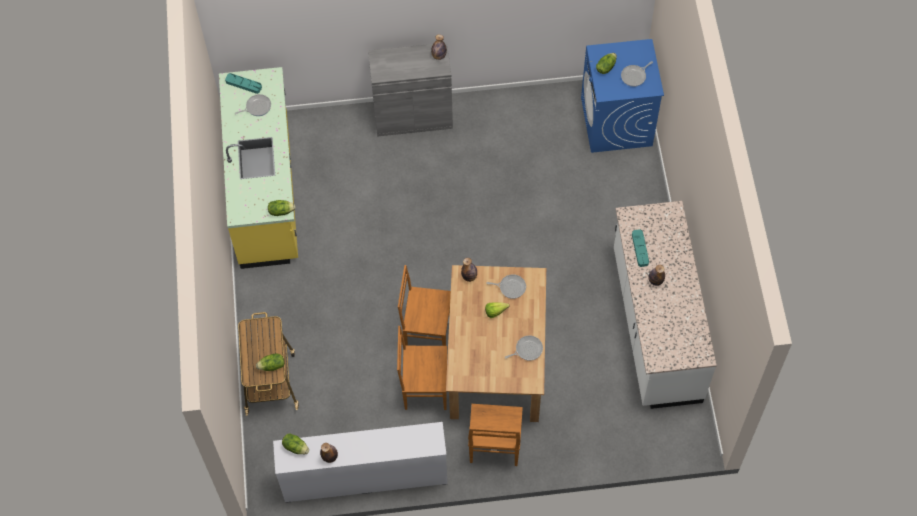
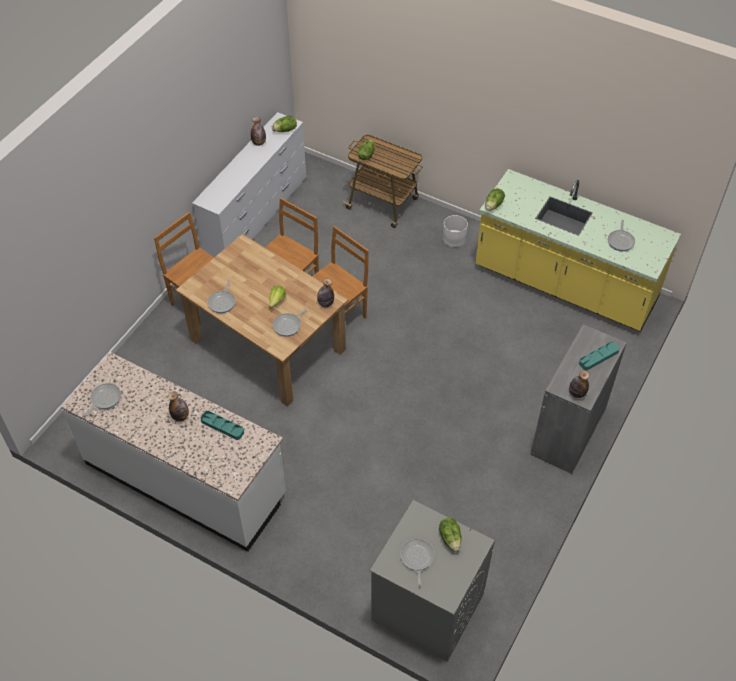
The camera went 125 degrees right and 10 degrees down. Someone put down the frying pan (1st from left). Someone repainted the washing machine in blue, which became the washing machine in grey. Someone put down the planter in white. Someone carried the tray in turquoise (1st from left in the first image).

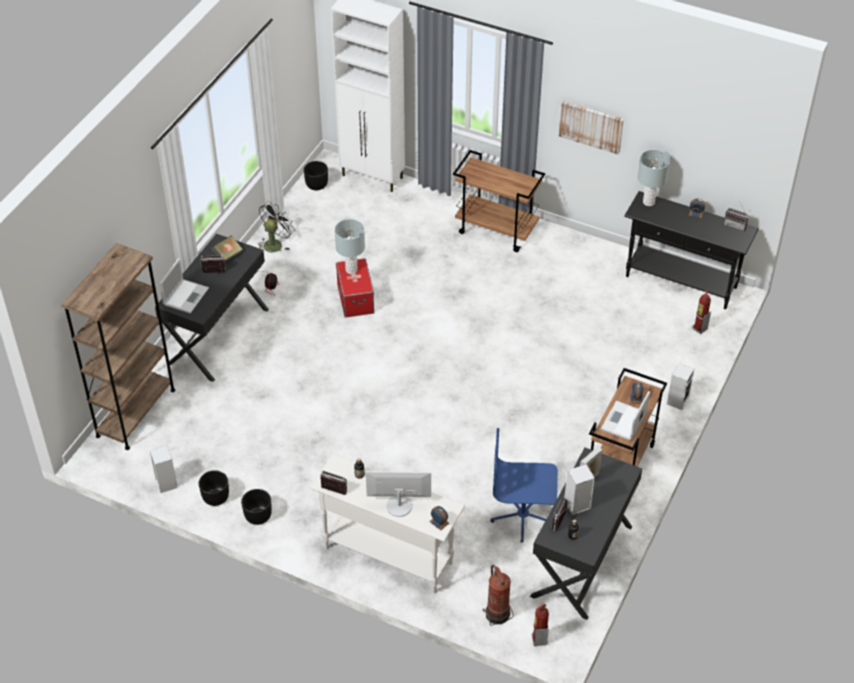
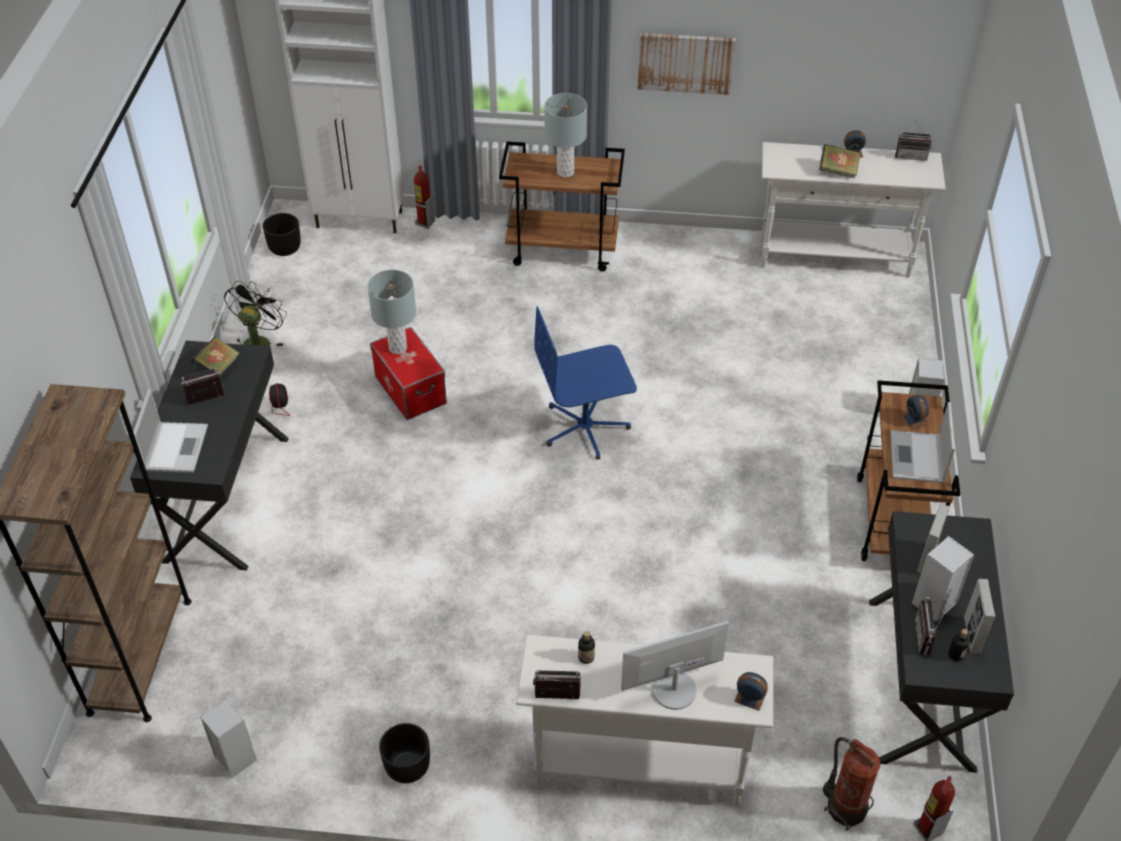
The camera went 20 degrees left and 0 degrees up. Someone carried the fire extinguisher (3rd from left in the first image). Someone carried the office chair in blue. Someone carried the table lamp in grey (2nd from left). Someone repainted the console table in black, which became the console table in white (2nd from left). Someone put down the book (2nd from left). Someone put down the picture frame (2nd from left). Someone took away the planter in black (1st from left).

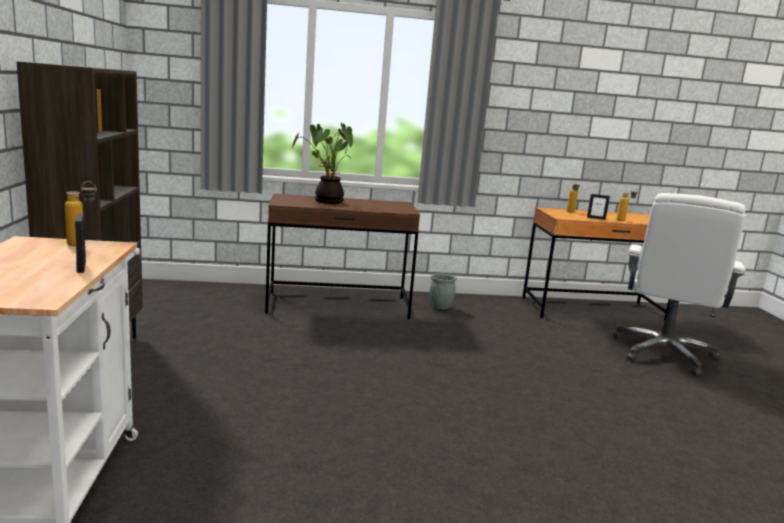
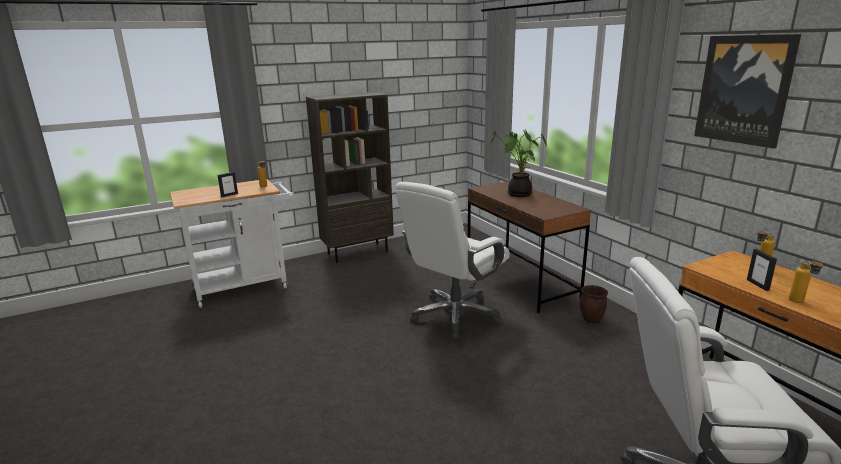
The camera went 70 degrees right and 5 degrees up. Someone put down the office chair in white (1st from left). Someone repainted the planter in grey, which became the planter in brown. Someone put up the picture.

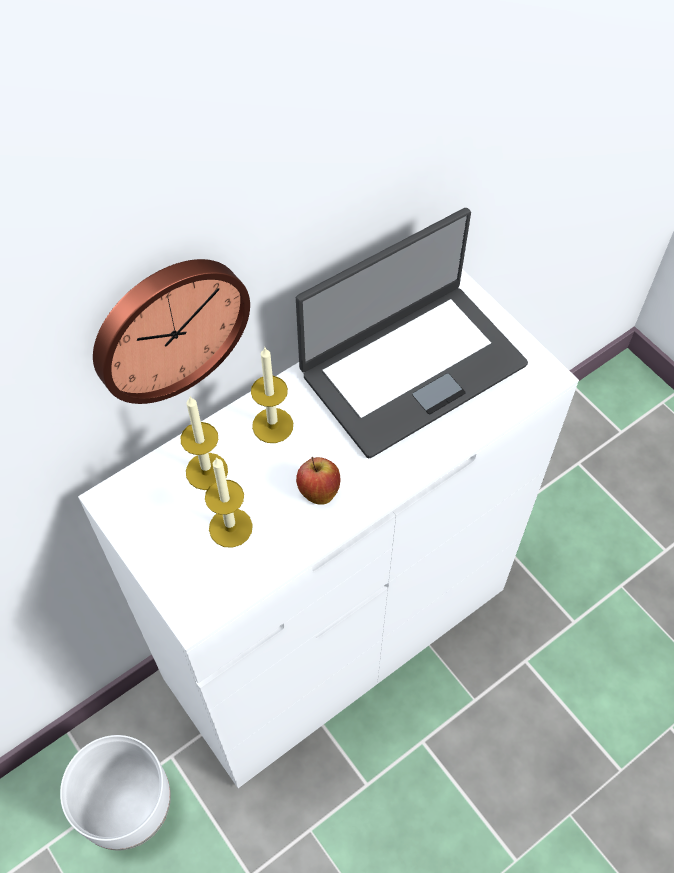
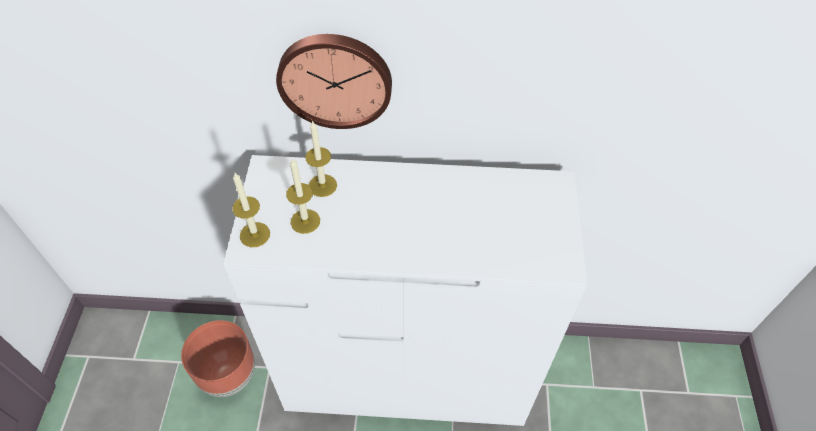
The camera went 40 degrees right and 5 degrees down. Someone repainted the planter in white, which became the planter in brown. Someone carried the candle (3rd from left in the first image). Someone took away the laptop. Someone took away the apple.

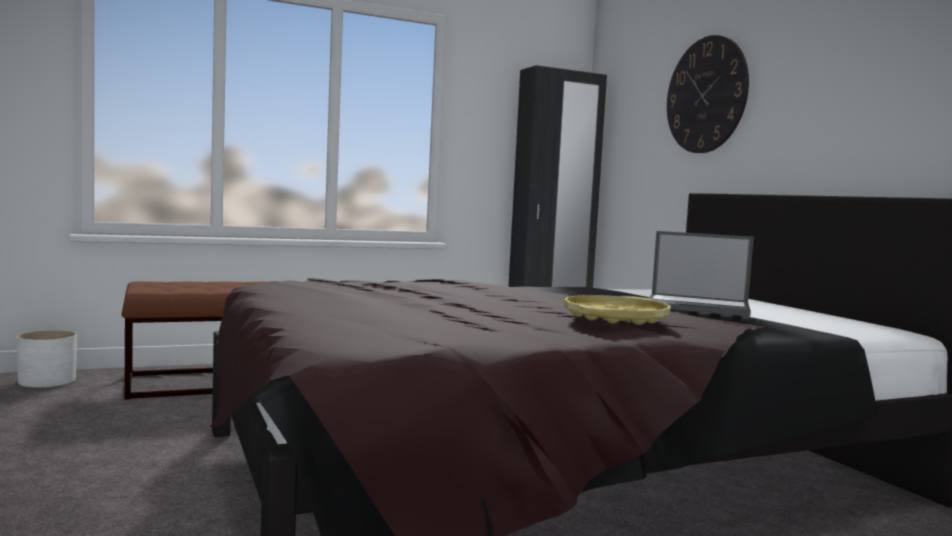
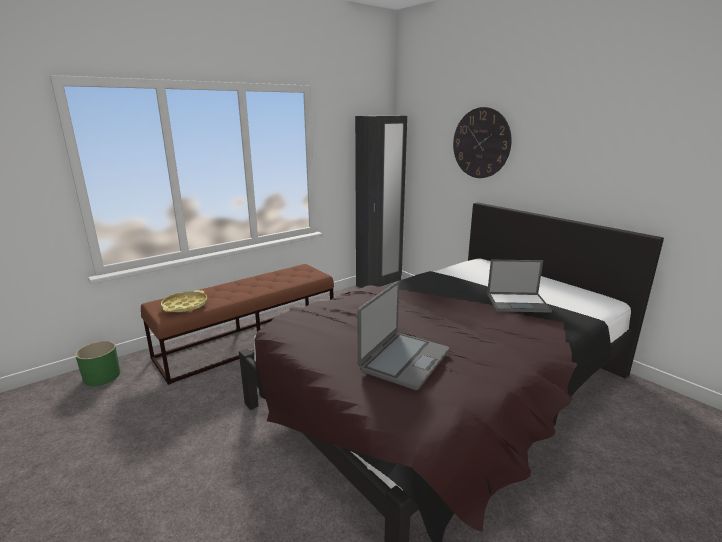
The camera went 15 degrees left and 15 degrees up. Someone repainted the planter in white, which became the planter in green. Someone carried the tray in yellow. Someone put down the laptop (1st from left).

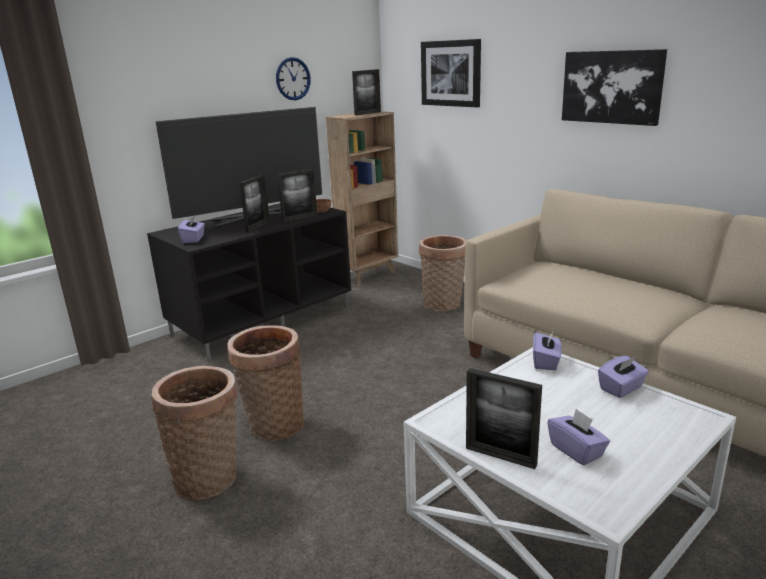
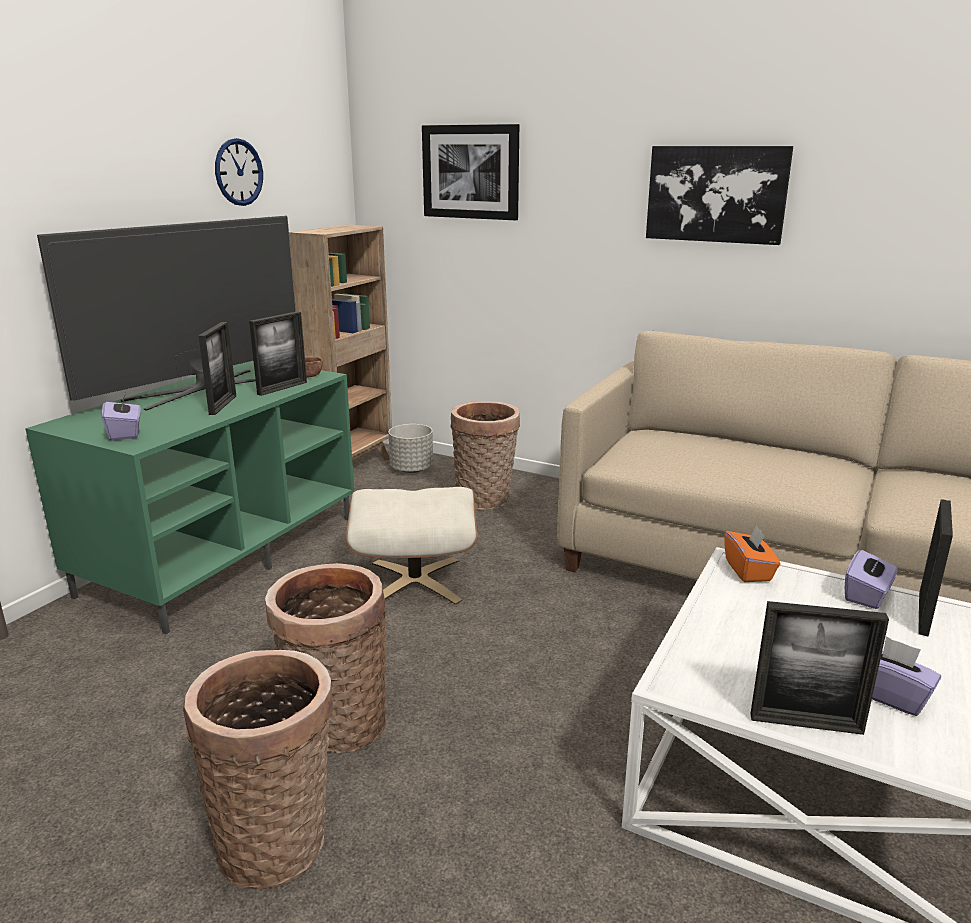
The camera went 20 degrees left and 0 degrees up. Someone repainted the tv stand in black, which became the tv stand in green. Someone put down the ottoman in beige. Someone put down the planter in grey. Someone repainted the tissue box in purple (2nd from left), which became the tissue box in orange. Someone carried the picture frame (3rd from left in the first image).

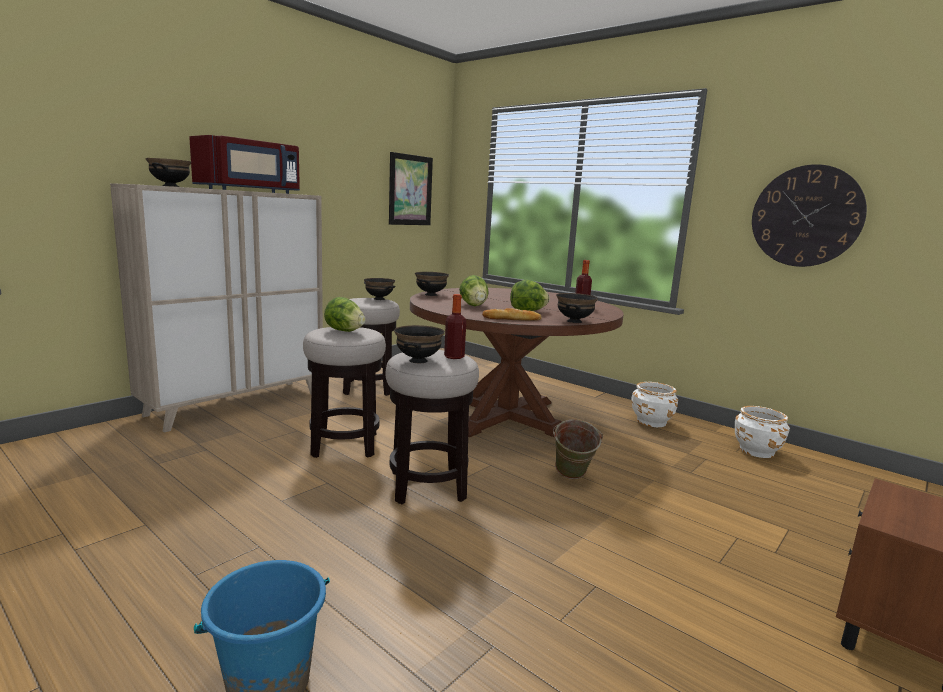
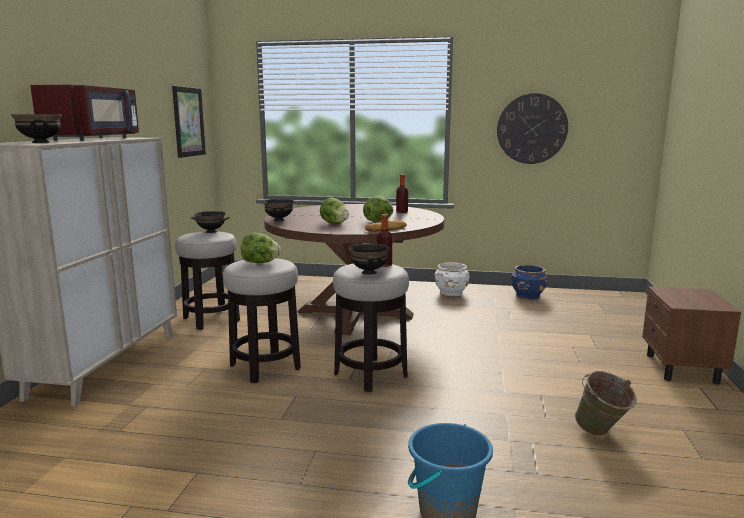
The camera went 30 degrees left and 0 degrees up. Someone repainted the planter in white (2nd from left), which became the planter in blue. Someone carried the bucket in green. Someone took away the bowl in black (5th from left).

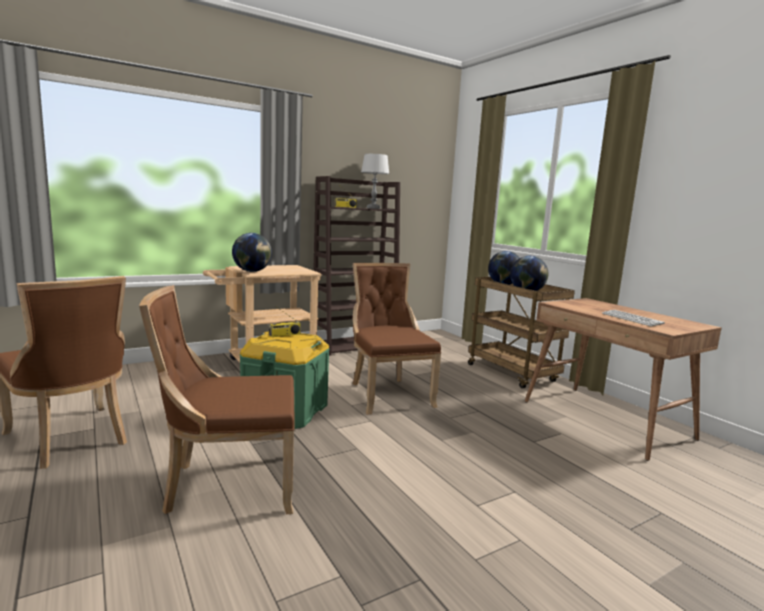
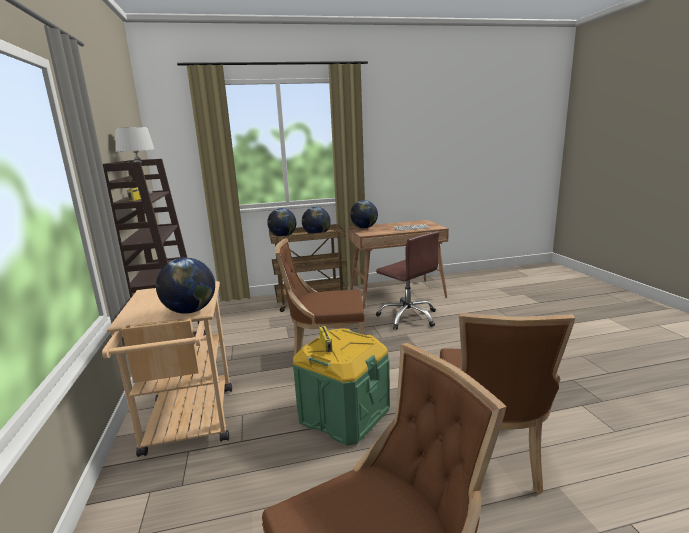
The camera went 70 degrees left and 5 degrees up. Someone put down the globe (4th from left). Someone put down the office chair in brown.

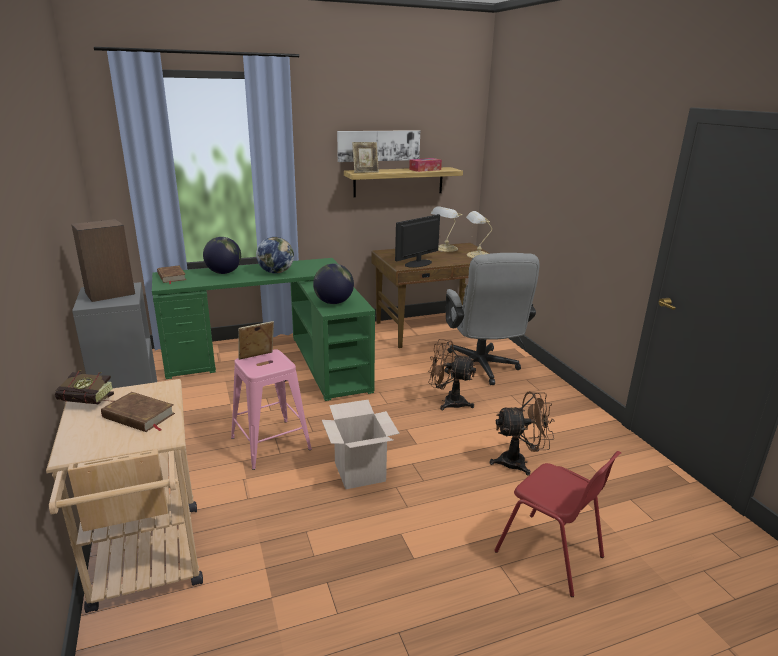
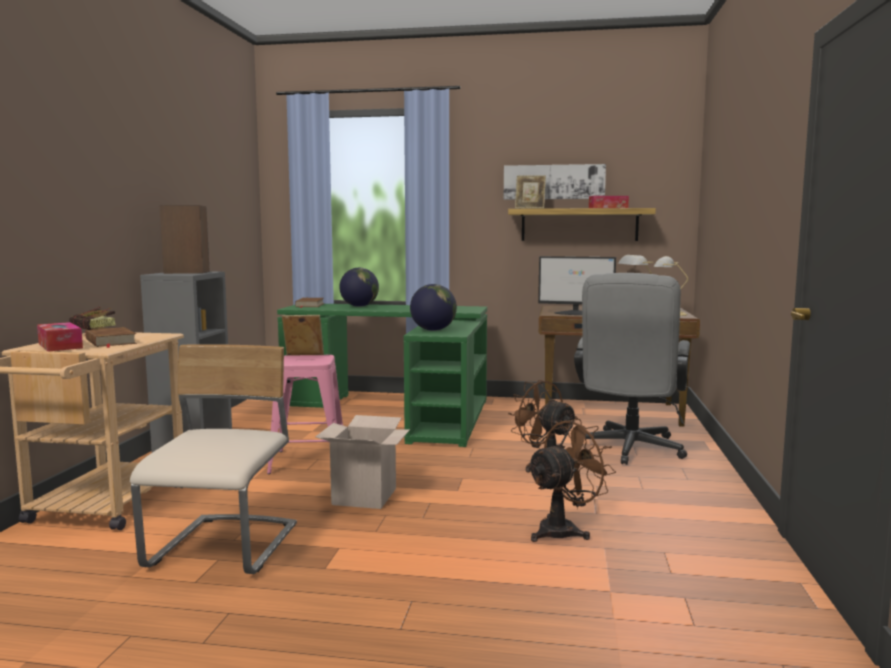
The camera went 30 degrees right and 15 degrees down. Someone put down the tissue box (1st from left). Someone put down the chair in beige. Someone rotated the fan in brown (2nd from left) by 60 degrees counterclockwise. Someone rotated the monitor by 150 degrees counterclockwise. Someone took away the globe (2nd from left). Someone took away the chair in red.

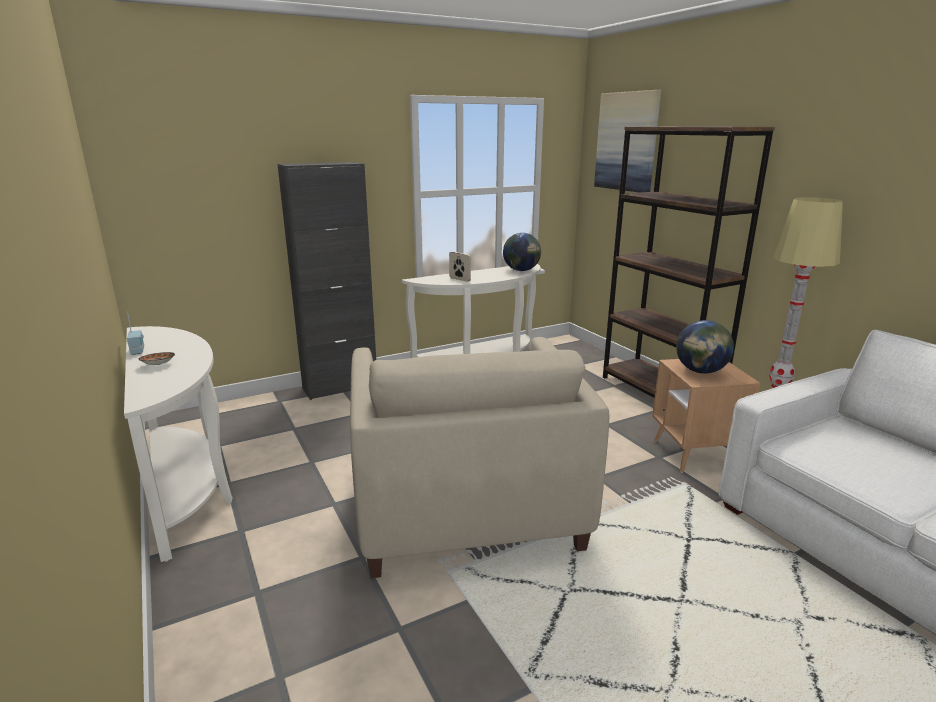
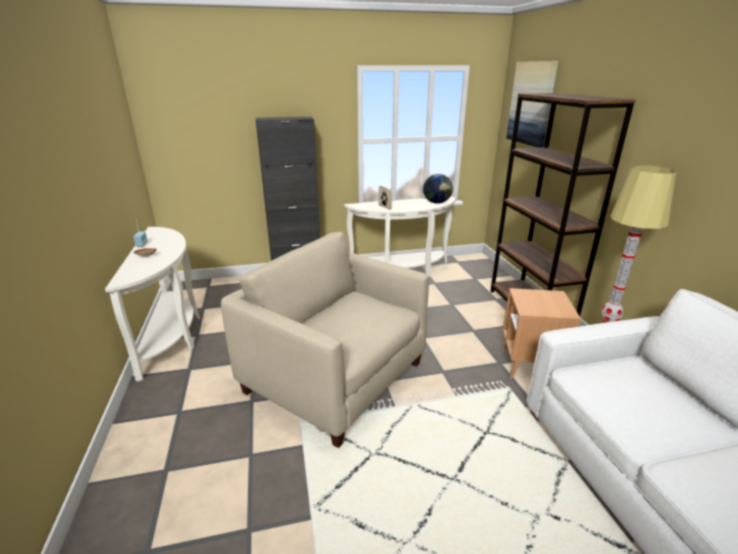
The camera went 15 degrees right and 5 degrees up. Someone rotated the armchair in beige by 120 degrees clockwise. Someone took away the globe (2nd from left).

